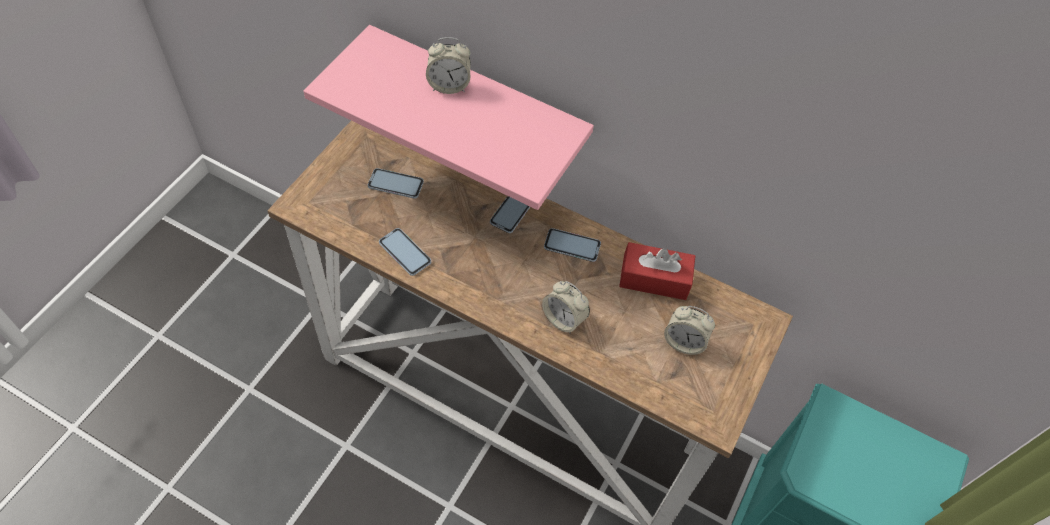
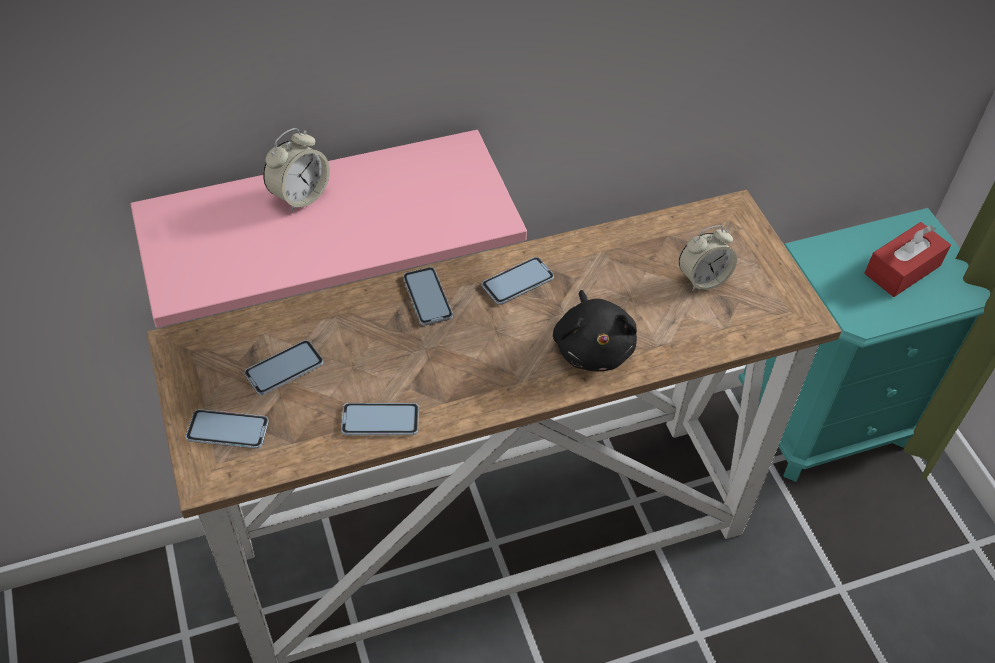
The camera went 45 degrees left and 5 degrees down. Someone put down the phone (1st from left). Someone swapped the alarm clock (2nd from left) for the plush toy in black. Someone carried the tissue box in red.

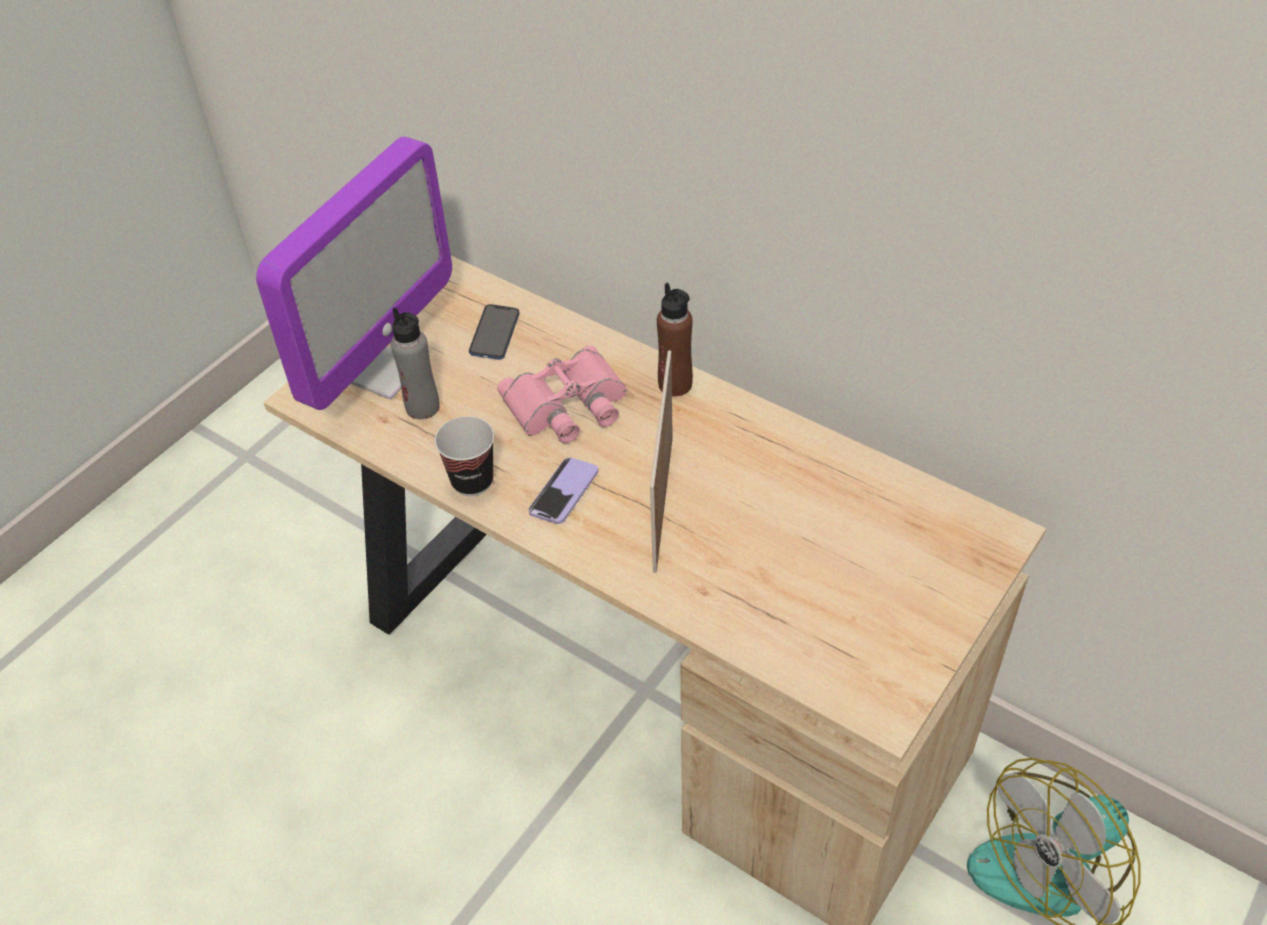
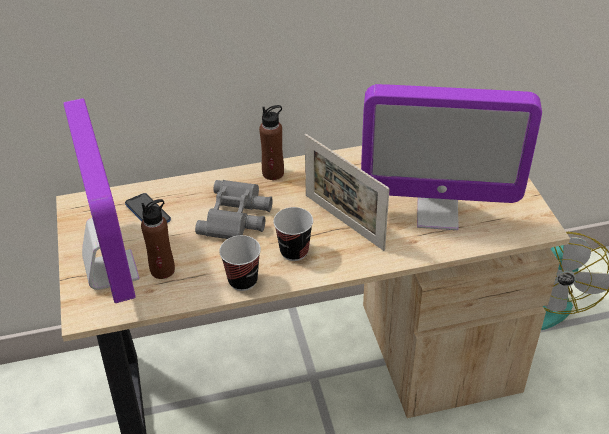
The camera went 50 degrees left and 5 degrees down. Someone repainted the bottle in grey, which became the bottle in brown (1st from left). Someone repainted the binoculars in pink, which became the binoculars in grey. Someone swapped the phone (2nd from left) for the cup (2nd from left). Someone put down the monitor (2nd from left).

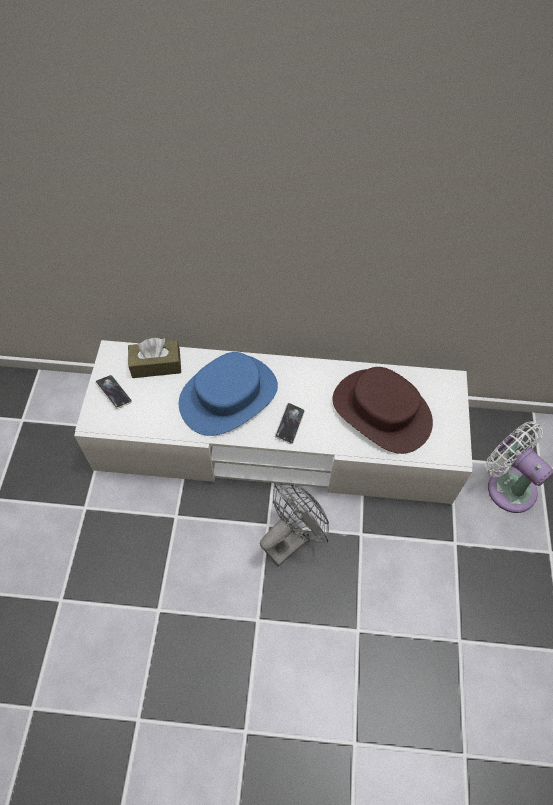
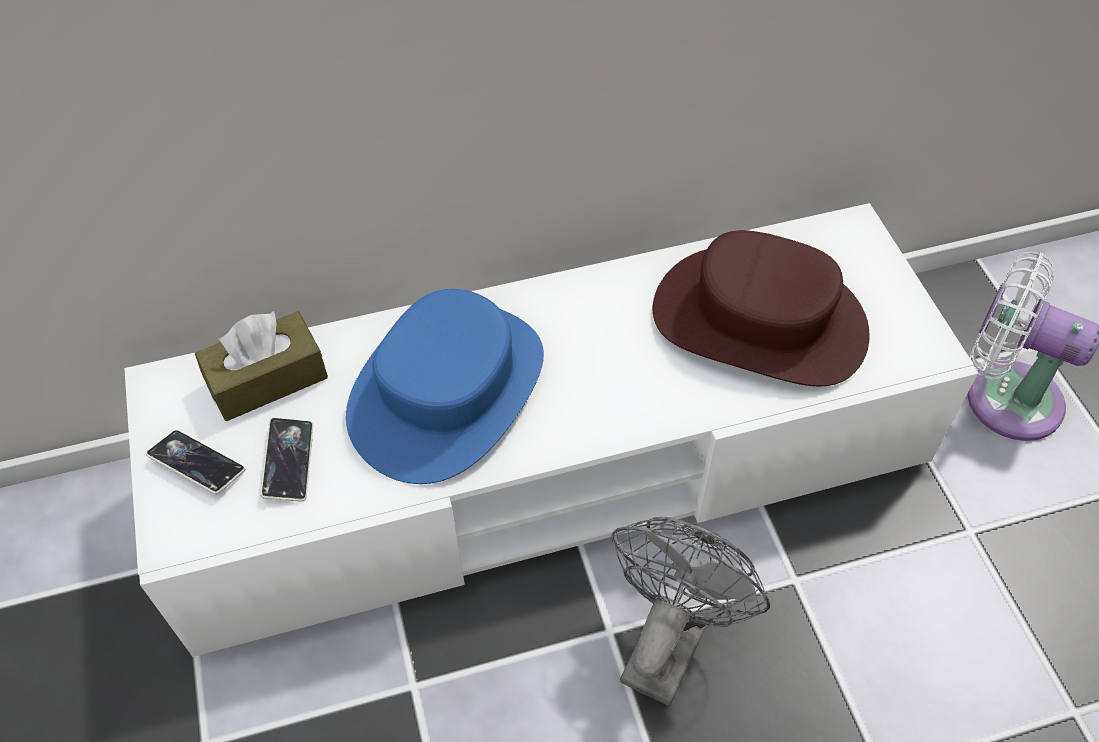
The camera went 20 degrees left and 5 degrees down. Someone carried the phone (2nd from left).

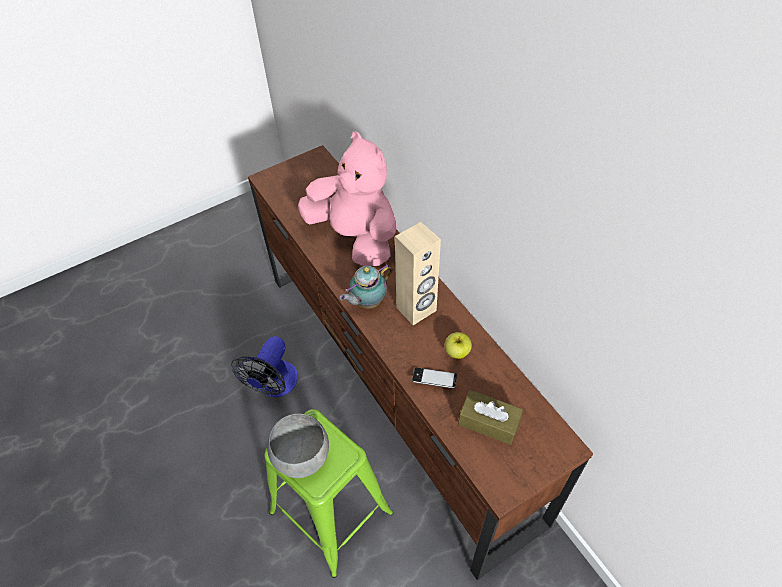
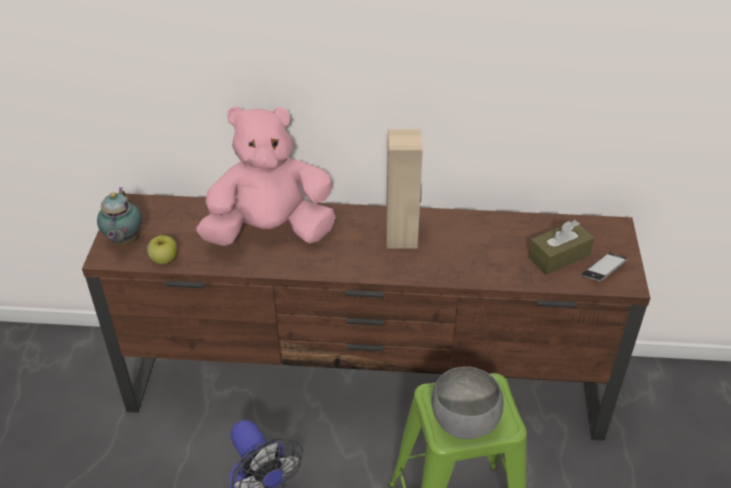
The camera went 55 degrees left and 10 degrees down. Someone carried the teapot. Someone carried the apple. Someone carried the phone.

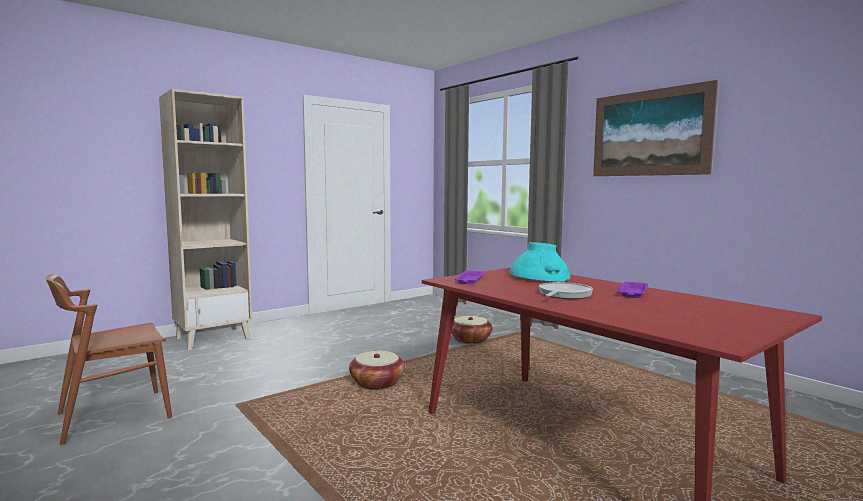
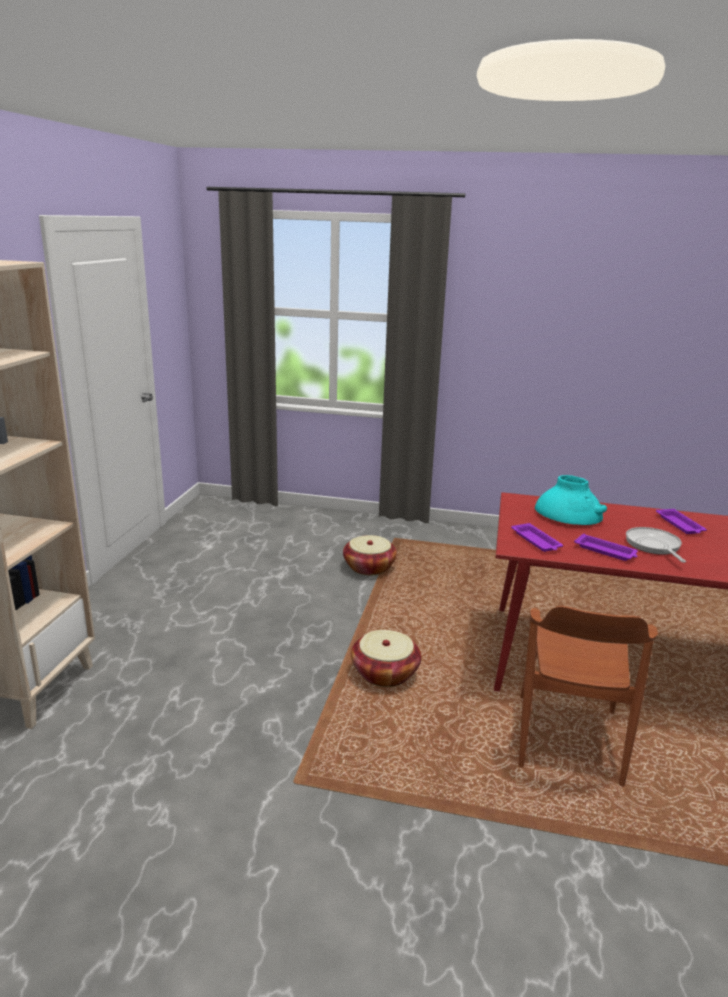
The camera went 40 degrees left and 15 degrees up. Someone carried the chair in brown. Someone put down the tray in purple (2nd from left). Someone took away the picture.

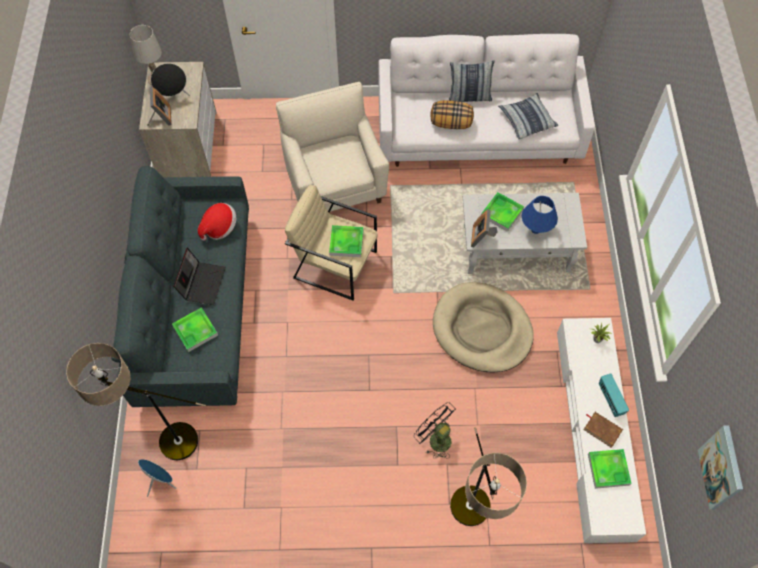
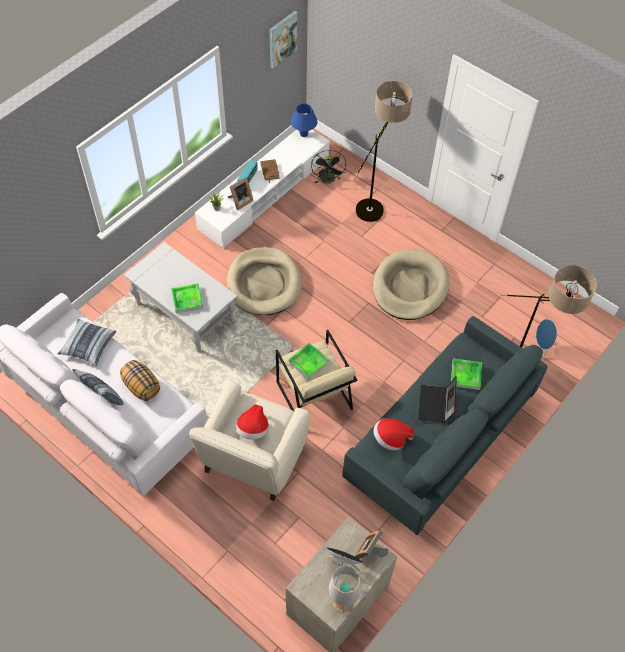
The camera went 140 degrees left and 5 degrees down. Someone carried the picture frame (2nd from left in the first image). Someone put down the hat (1st from left). Someone carried the table lamp in blue. Someone carried the fan in black. Someone put down the dog bed in beige (2nd from left). Someone rotated the laptop by 45 degrees counterclockwise. Someone took away the tray (4th from left).

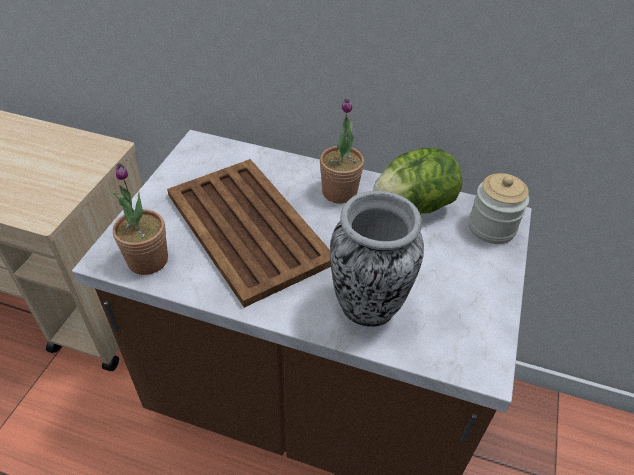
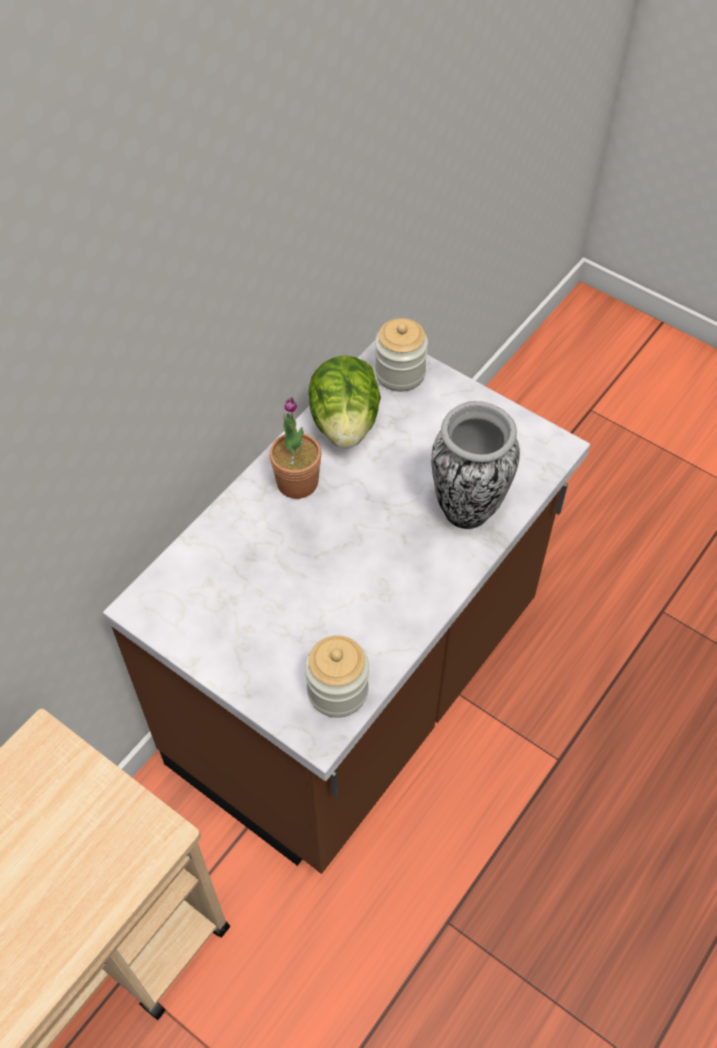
The camera went 70 degrees left and 10 degrees up. Someone swapped the potted plant (1st from left) for the jar (1st from left). Someone took away the tray in brown.

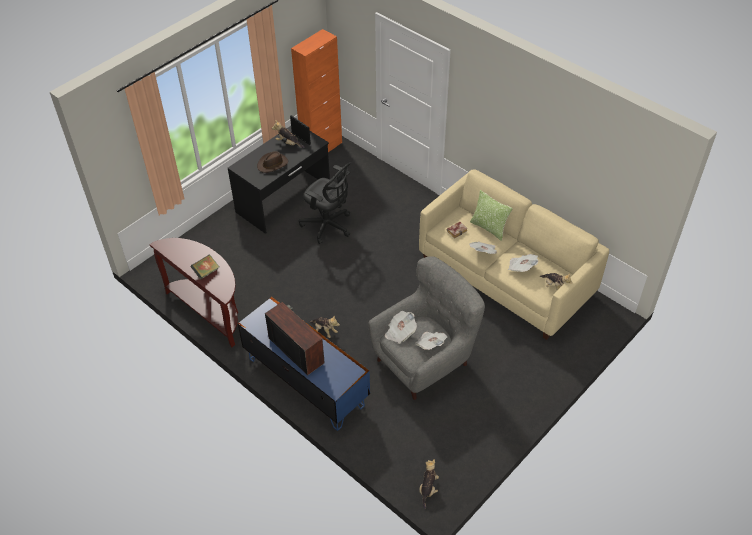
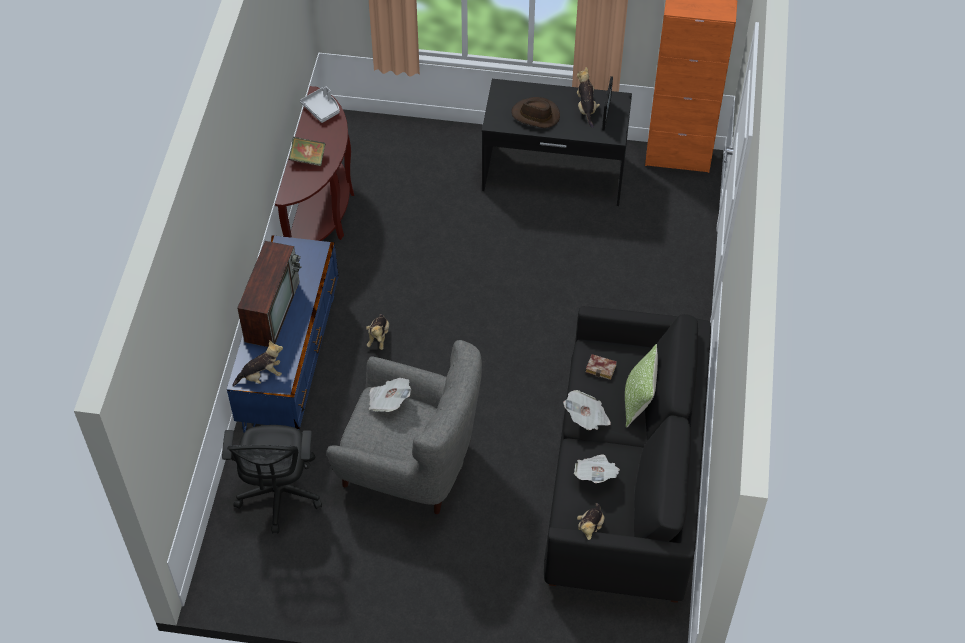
The camera went 55 degrees right and 5 degrees up. Someone carried the office chair in black. Someone carried the plush toy (3rd from left in the first image). Someone put down the tray in grey. Someone repainted the sofa in beige, which became the sofa in black. Someone took away the newspaper (2nd from left).

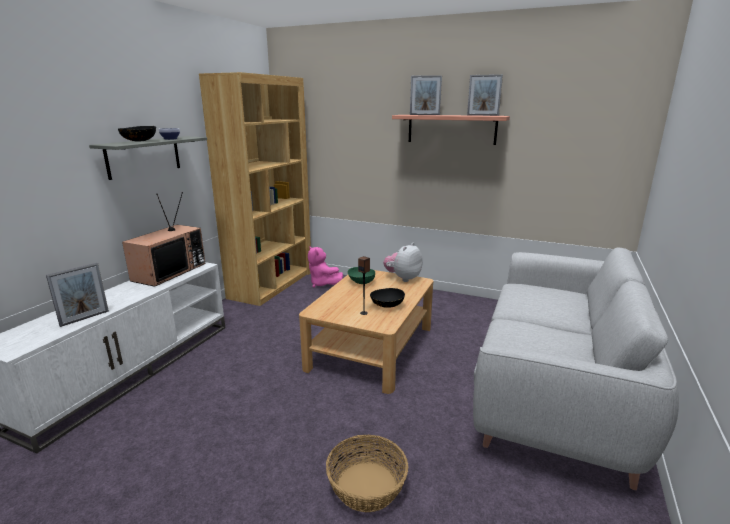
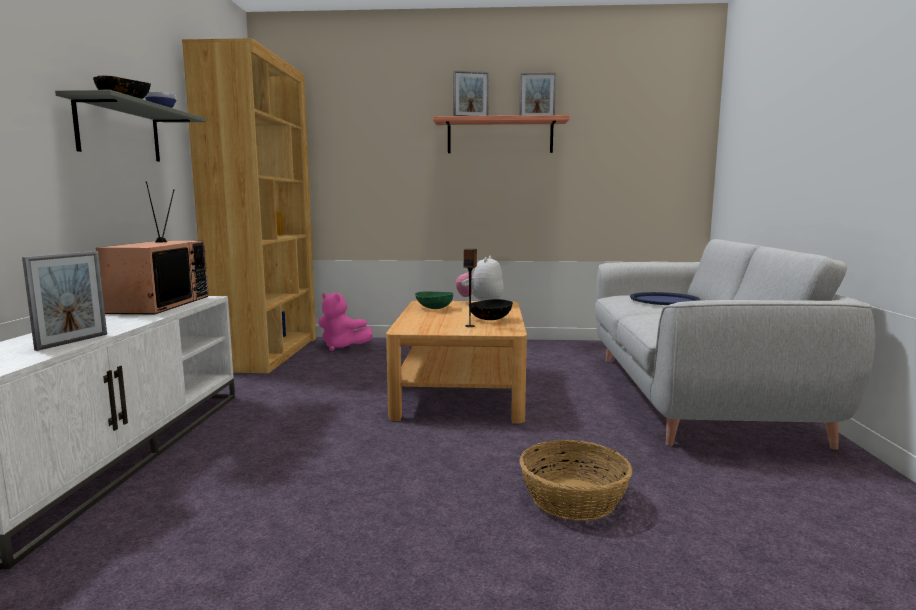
The camera went 20 degrees left and 10 degrees down. Someone put down the tray in blue.

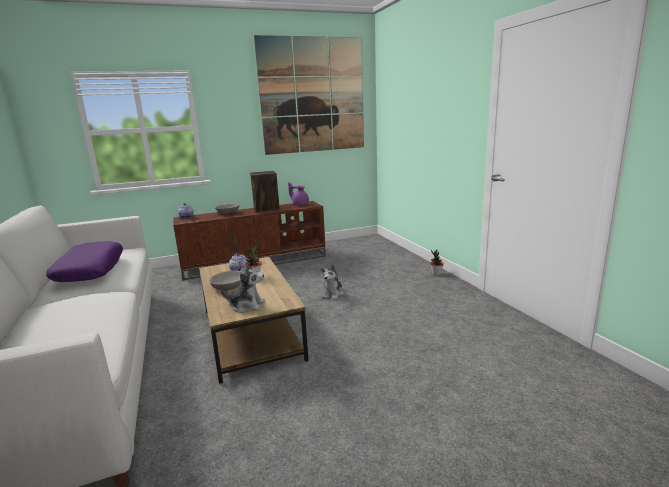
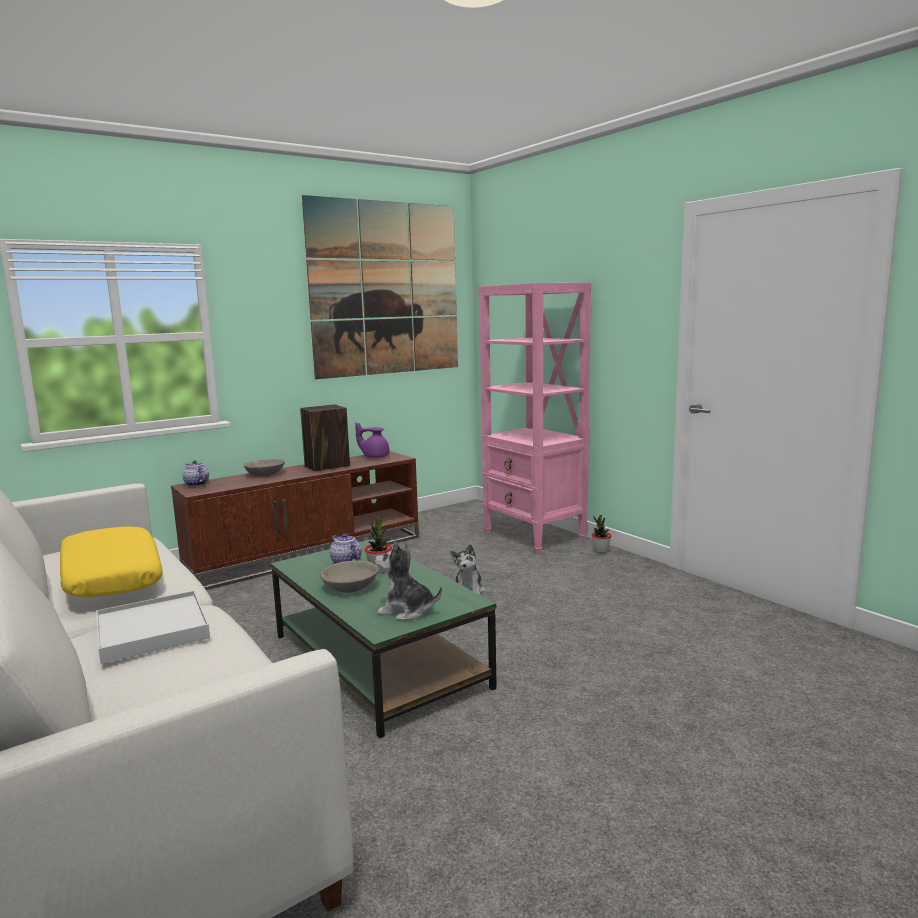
The camera went 15 degrees left and 5 degrees down. Someone repainted the pillow in purple, which became the pillow in yellow. Someone put down the tray in white. Someone repainted the coffee table in brown, which became the coffee table in green. Someone rotated the plush toy (1st from left) by 150 degrees counterclockwise. Someone put down the bookcase in pink.

